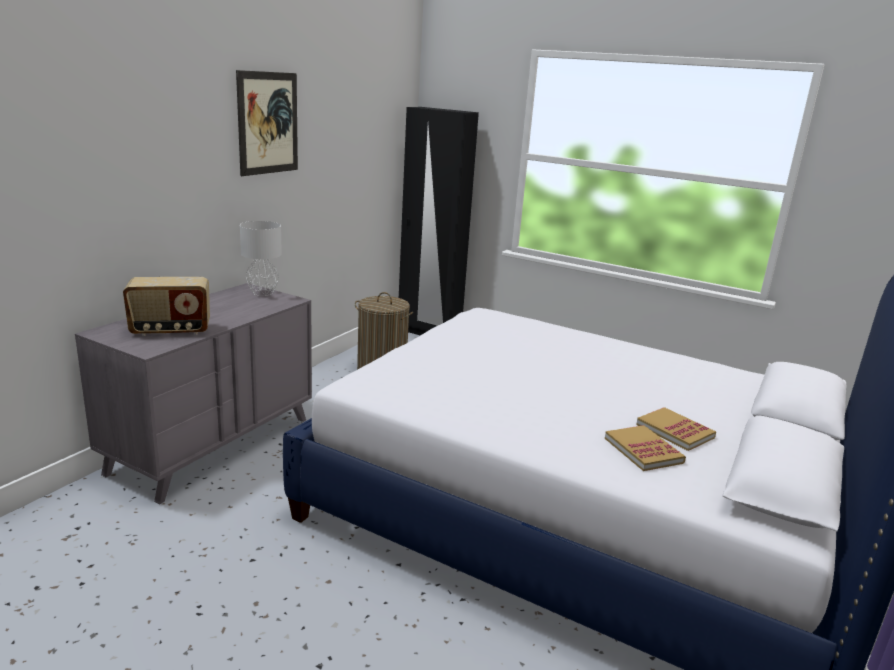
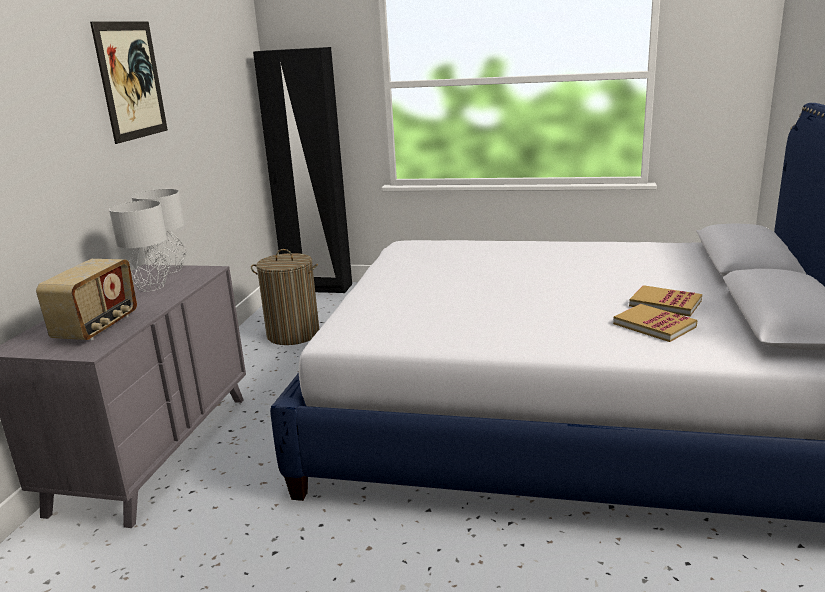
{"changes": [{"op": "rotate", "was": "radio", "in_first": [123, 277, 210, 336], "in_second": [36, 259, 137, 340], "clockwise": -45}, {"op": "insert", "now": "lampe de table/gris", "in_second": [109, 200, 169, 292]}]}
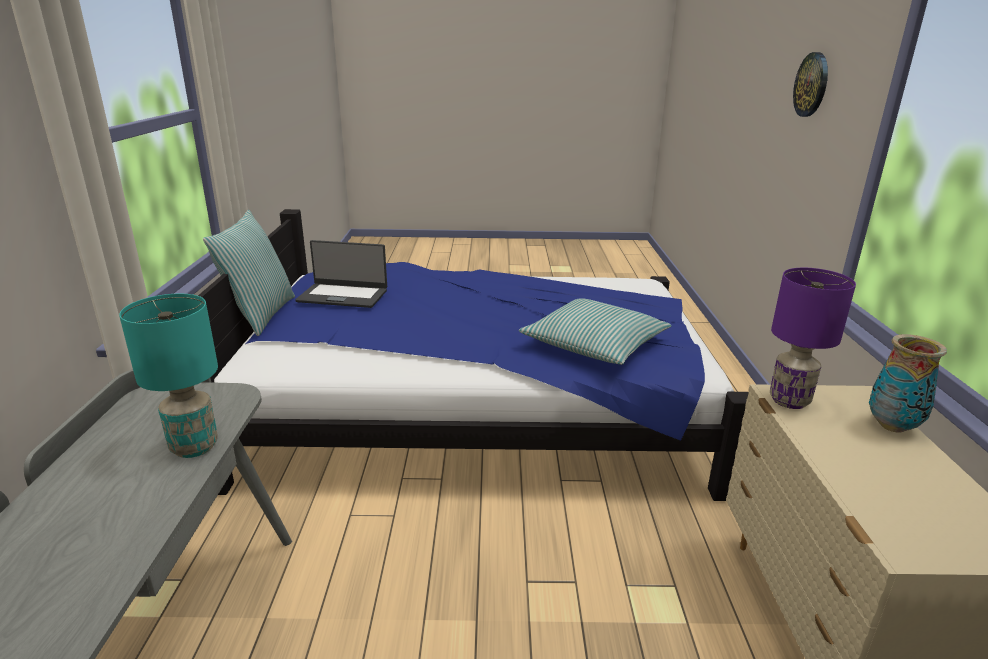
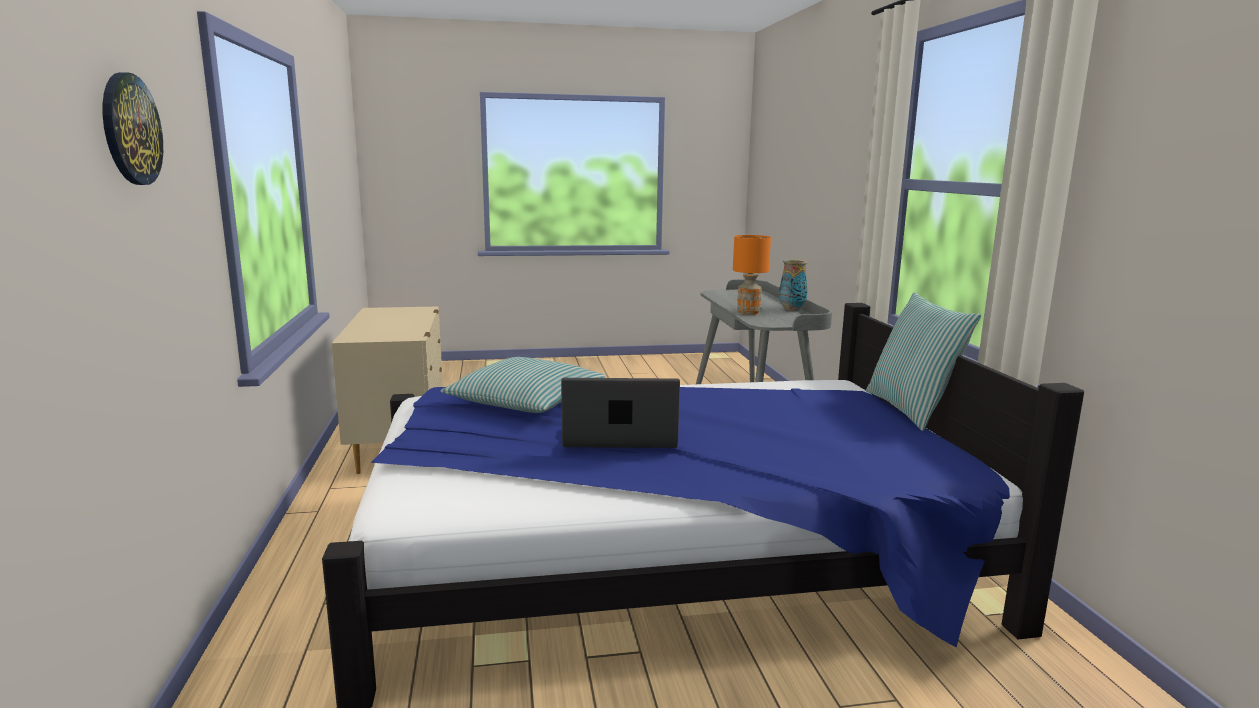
{"changes": [{"op": "move", "was": "ordinateur portable", "in_first": [295, 240, 387, 308], "in_second": [561, 378, 680, 448]}, {"op": "delete", "was": "lampe de table/violet", "in_first": [770, 268, 856, 409]}, {"op": "recolor", "was": "lampe de table/turquoise", "now": "lampe de table/orange", "in_first": [119, 294, 218, 458], "in_second": [733, 235, 771, 315]}, {"op": "move", "was": "vase", "in_first": [869, 334, 947, 432], "in_second": [779, 259, 808, 311]}]}
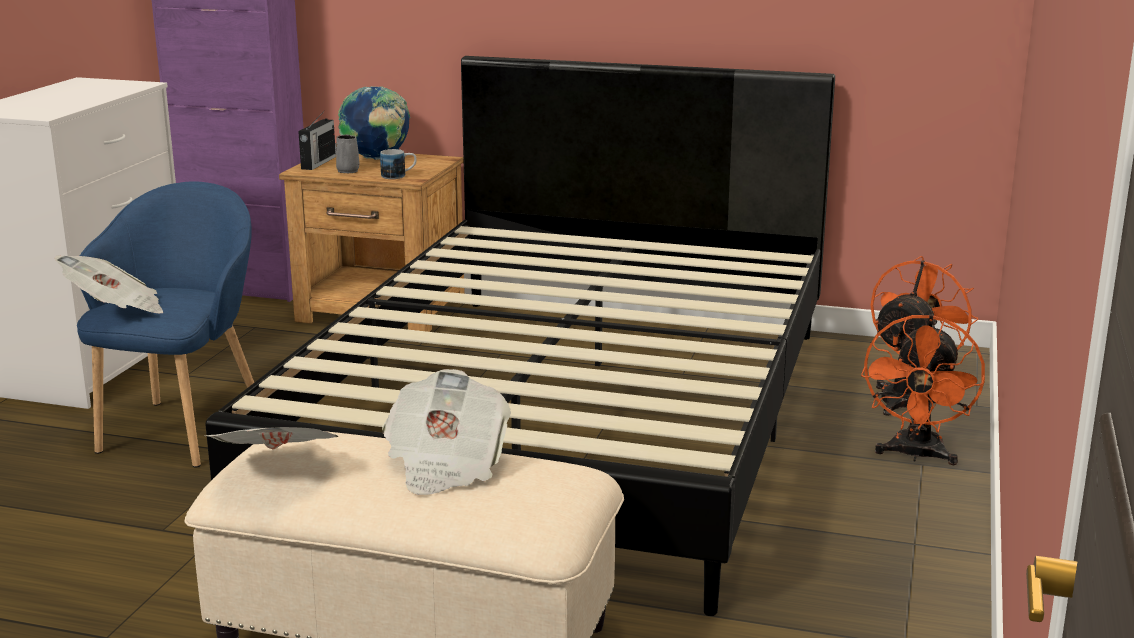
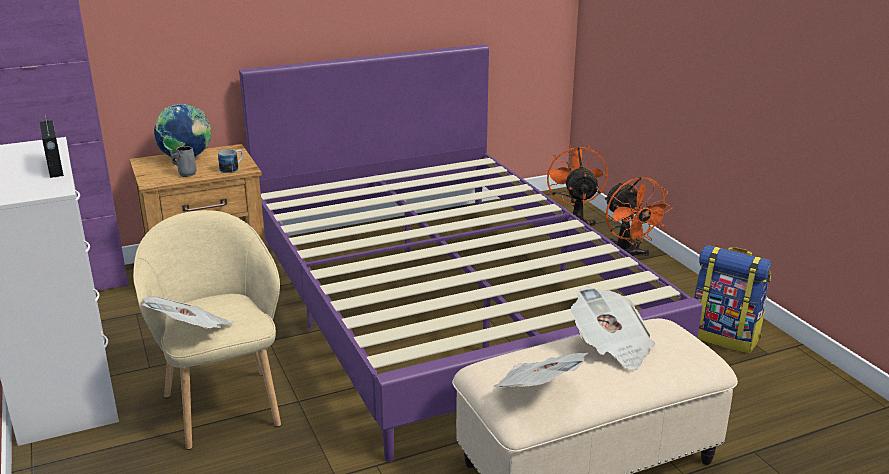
{"changes": [{"op": "recolor", "was": "lit/noir", "now": "lit/violet", "in_first": [205, 56, 835, 616], "in_second": [239, 44, 702, 462]}, {"op": "move", "was": "radio", "in_first": [298, 110, 336, 170], "in_second": [40, 115, 64, 178]}, {"op": "recolor", "was": "fauteuil/bleu", "now": "fauteuil/beige", "in_first": [77, 181, 254, 467], "in_second": [133, 210, 281, 450]}, {"op": "insert", "now": "sac à dos", "in_second": [694, 245, 771, 353]}]}
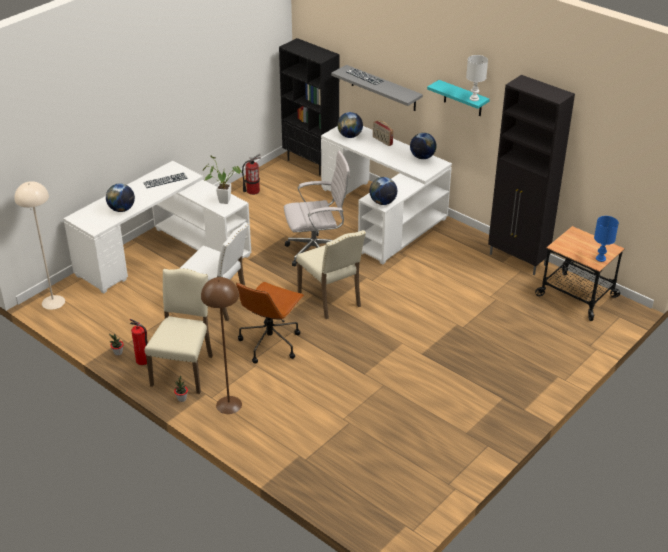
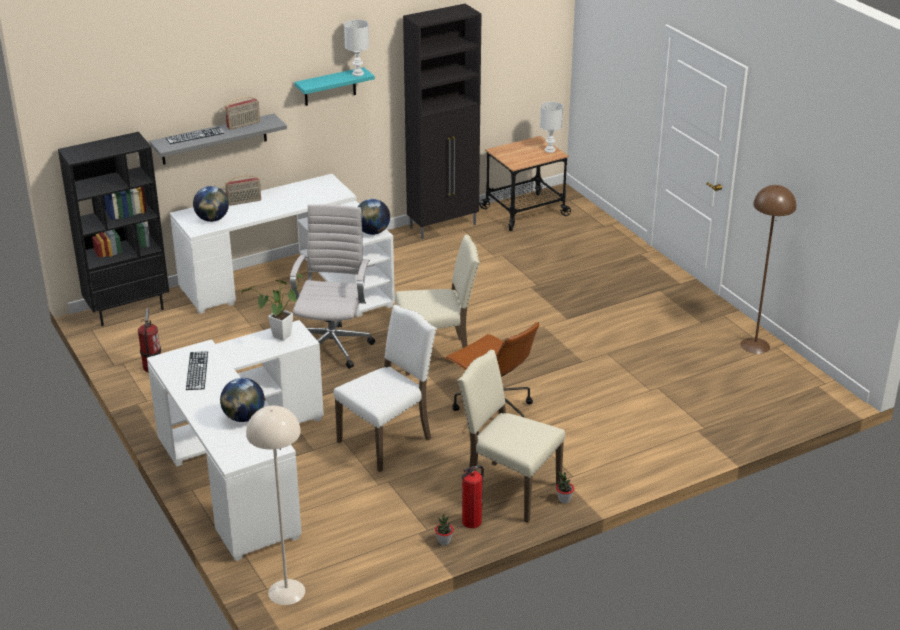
{"changes": [{"op": "delete", "was": "globe", "in_first": [410, 133, 437, 159]}, {"op": "recolor", "was": "lampe de table/bleu", "now": "lampe de table/blanc", "in_first": [594, 216, 619, 262], "in_second": [540, 101, 563, 153]}, {"op": "move", "was": "lampadaire/marron", "in_first": [201, 277, 242, 414], "in_second": [740, 185, 796, 354]}, {"op": "insert", "now": "radio", "in_second": [225, 97, 260, 130]}]}
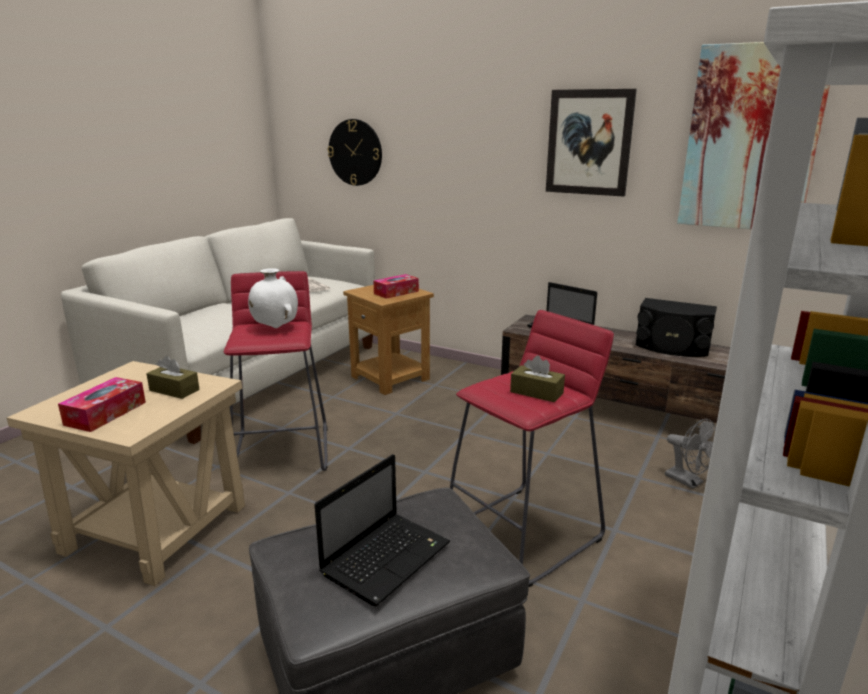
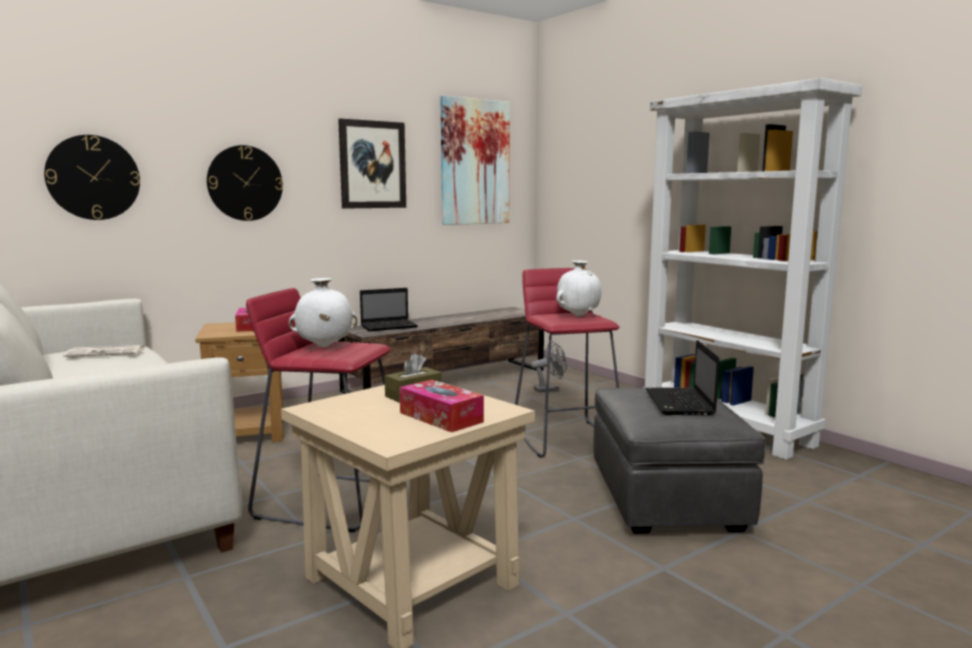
{"changes": [{"op": "delete", "was": "enceinte/noir", "in_first": [636, 298, 717, 357]}, {"op": "replace", "was": "boîte à mouchoirs/marron", "now": "vase/blanc", "in_first": [510, 355, 565, 402], "in_second": [556, 260, 602, 316]}, {"op": "rotate", "was": "ordinateur portable", "in_first": [314, 454, 450, 606], "in_second": [646, 340, 719, 415], "clockwise": -150}, {"op": "insert", "now": "horloge murale", "in_second": [207, 145, 283, 221]}]}
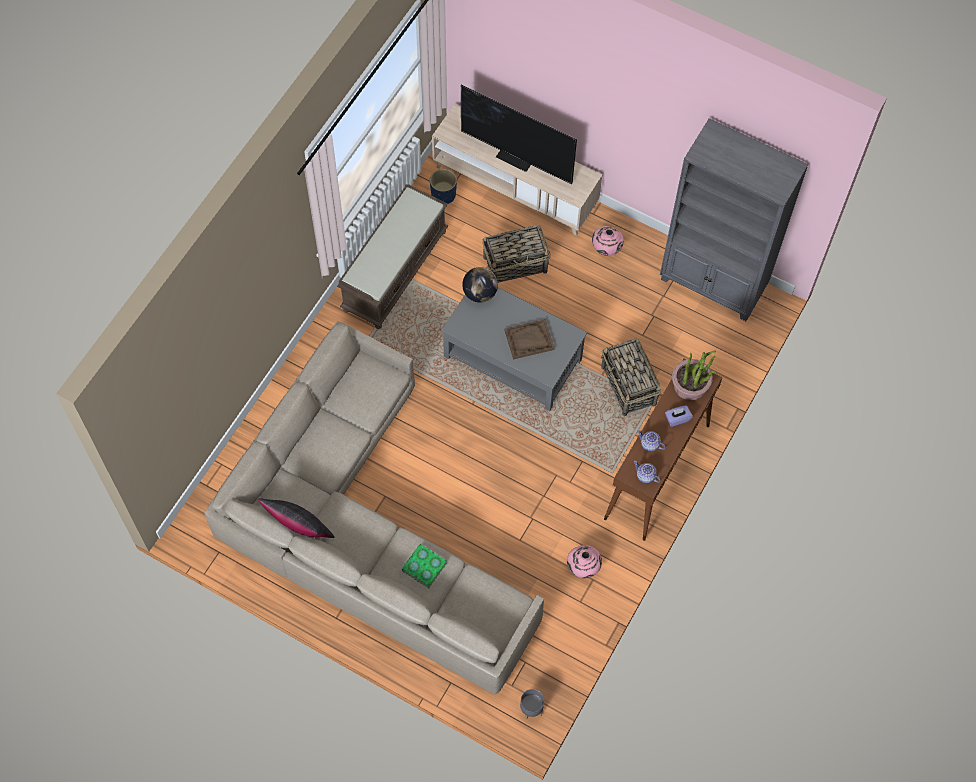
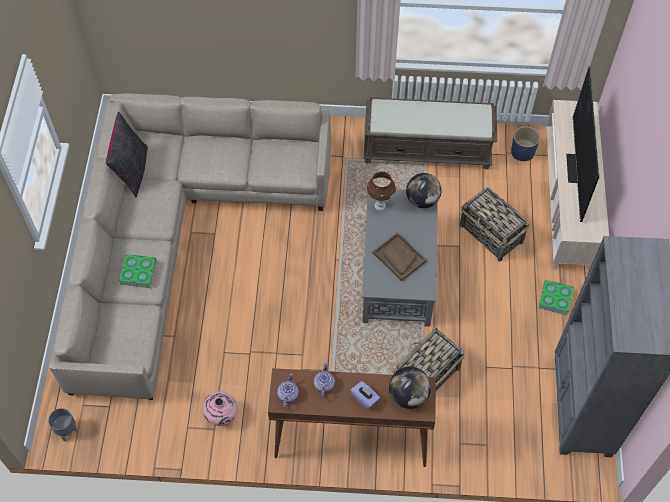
{"changes": [{"op": "replace", "was": "vase/rose", "now": "livre", "in_first": [592, 226, 624, 256], "in_second": [539, 280, 574, 315]}, {"op": "replace", "was": "plante en pot", "now": "globe", "in_first": [672, 351, 717, 400], "in_second": [389, 367, 431, 409]}, {"op": "insert", "now": "lampe de table/marron", "in_second": [367, 171, 396, 210]}]}
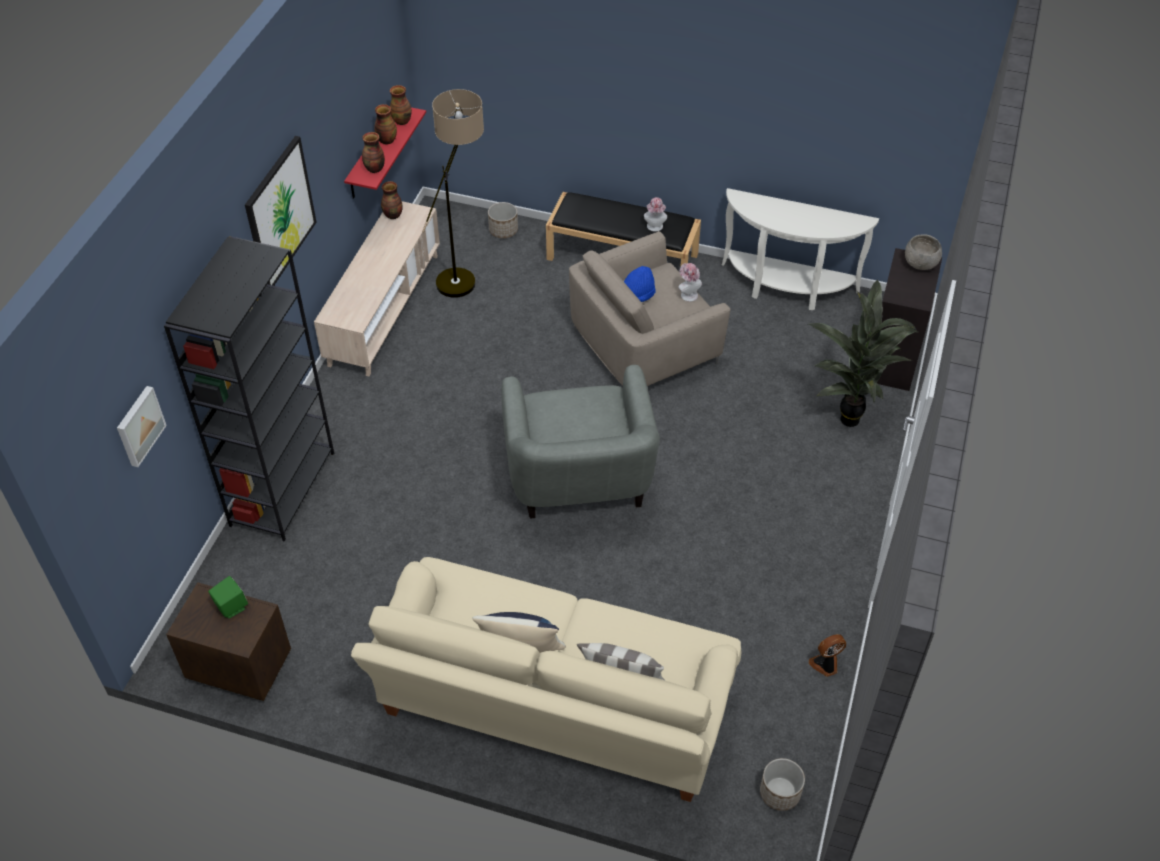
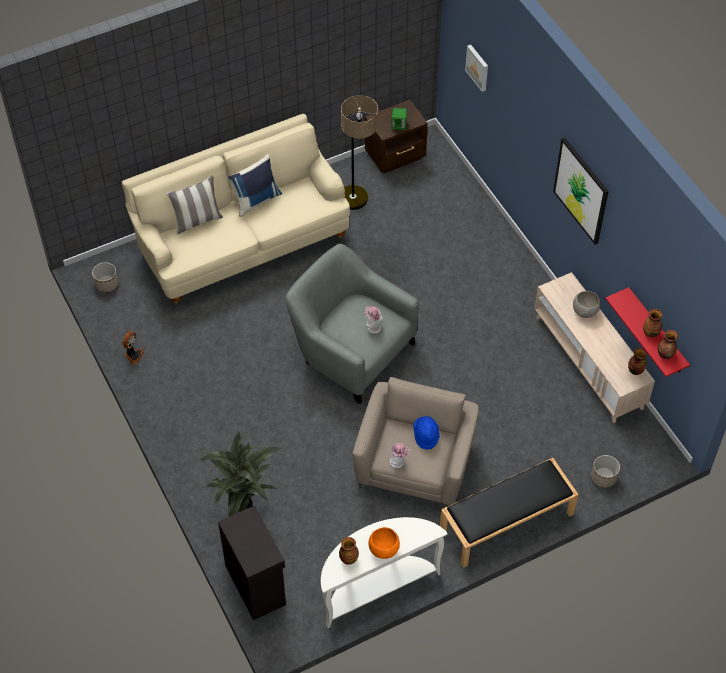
{"changes": [{"op": "move", "was": "lampadaire", "in_first": [422, 89, 484, 298], "in_second": [341, 95, 378, 210]}, {"op": "move", "was": "vase", "in_first": [362, 132, 385, 173], "in_second": [339, 537, 359, 565]}, {"op": "move", "was": "chapeau", "in_first": [644, 197, 667, 232], "in_second": [365, 306, 383, 334]}, {"op": "move", "was": "bol/gris", "in_first": [905, 234, 942, 270], "in_second": [573, 291, 600, 318]}, {"op": "delete", "was": "bibliothèque/noir", "in_first": [164, 236, 334, 541]}, {"op": "insert", "now": "bol/orange", "in_second": [369, 527, 400, 559]}]}
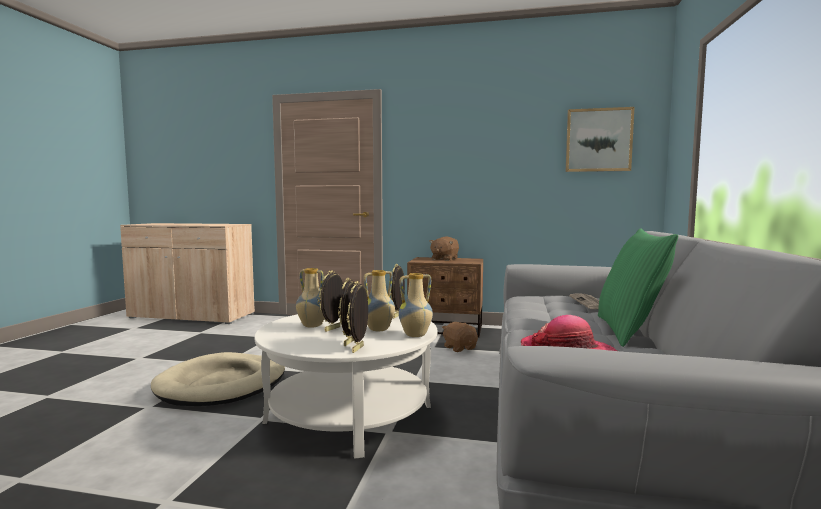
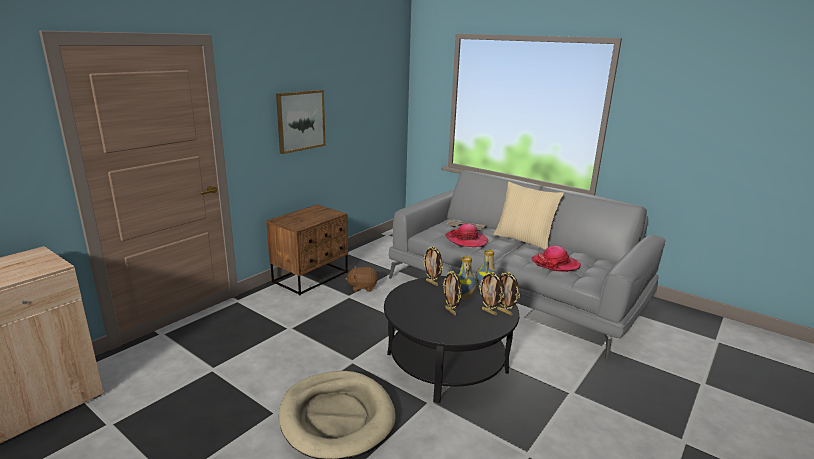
{"changes": [{"op": "move", "was": "tableau", "in_first": [566, 107, 634, 172], "in_second": [276, 90, 326, 154]}, {"op": "recolor", "was": "coussin/vert", "now": "coussin/beige", "in_first": [598, 228, 678, 347], "in_second": [493, 181, 564, 250]}, {"op": "delete", "was": "peluche/marron", "in_first": [430, 237, 459, 261]}, {"op": "delete", "was": "vase", "in_first": [296, 268, 324, 328]}, {"op": "recolor", "was": "table basse/blanc", "now": "table basse/noir", "in_first": [254, 311, 438, 459], "in_second": [384, 276, 519, 403]}, {"op": "insert", "now": "chapeau", "in_second": [446, 223, 488, 247]}]}
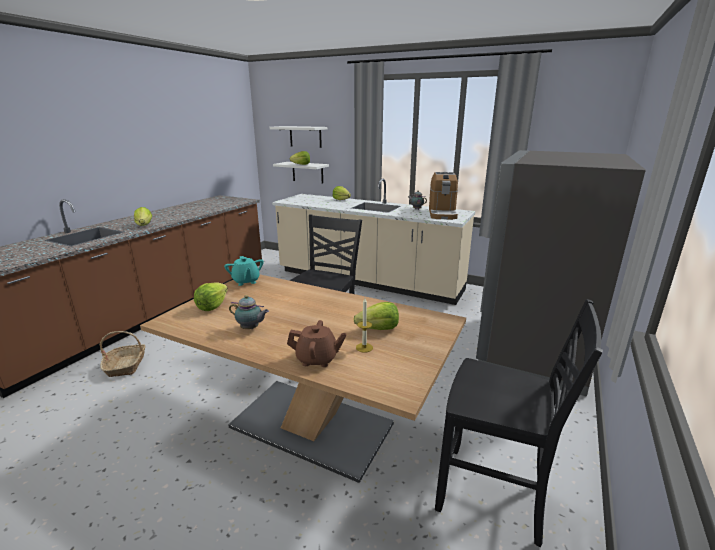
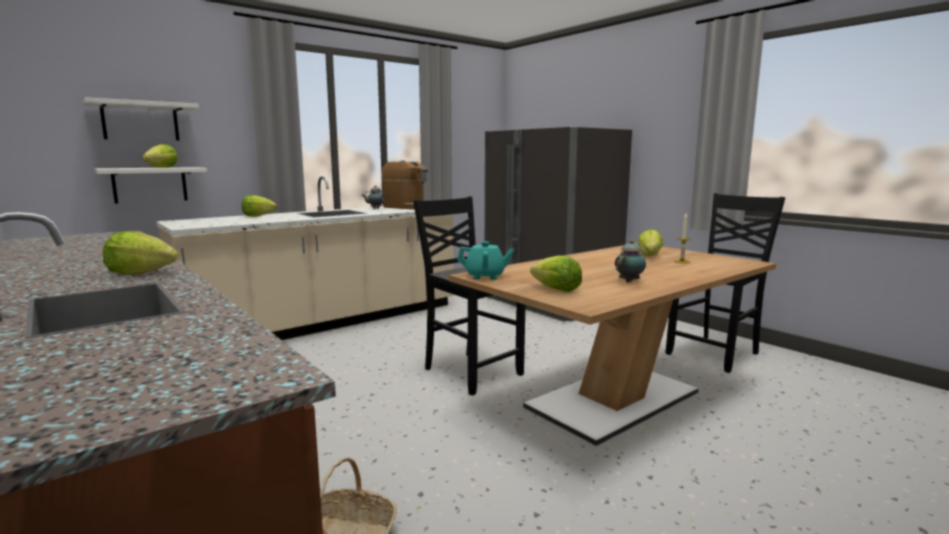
{"changes": [{"op": "delete", "was": "théière/marron", "in_first": [287, 320, 346, 367]}]}
